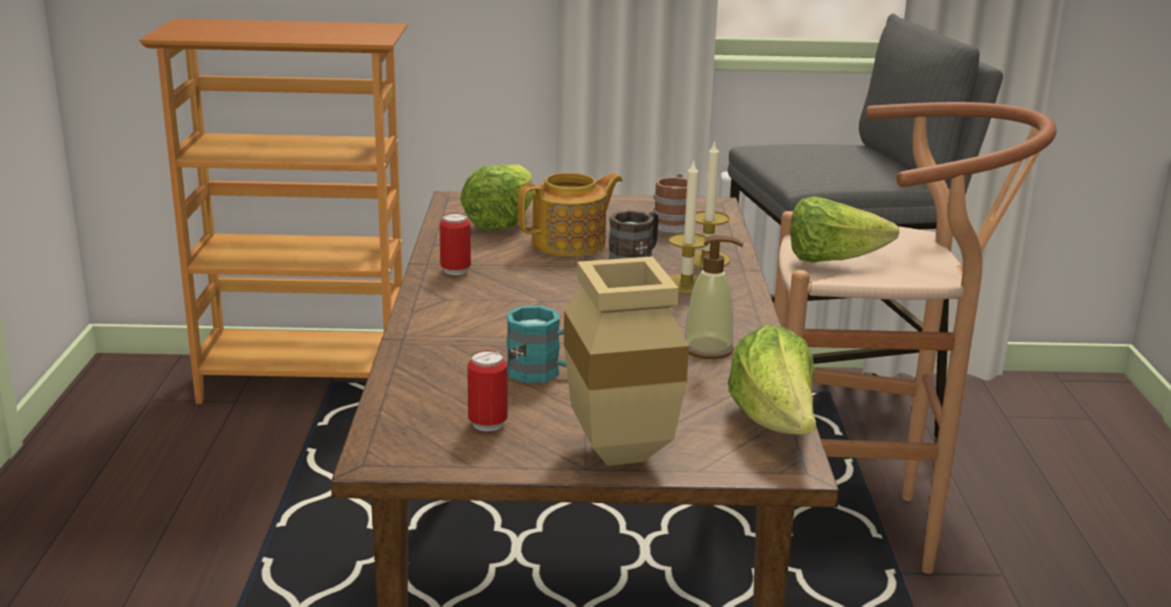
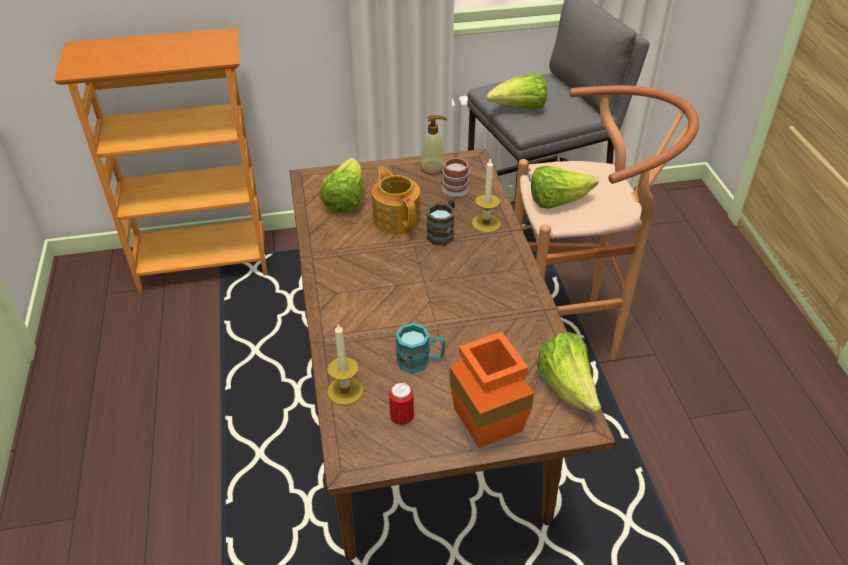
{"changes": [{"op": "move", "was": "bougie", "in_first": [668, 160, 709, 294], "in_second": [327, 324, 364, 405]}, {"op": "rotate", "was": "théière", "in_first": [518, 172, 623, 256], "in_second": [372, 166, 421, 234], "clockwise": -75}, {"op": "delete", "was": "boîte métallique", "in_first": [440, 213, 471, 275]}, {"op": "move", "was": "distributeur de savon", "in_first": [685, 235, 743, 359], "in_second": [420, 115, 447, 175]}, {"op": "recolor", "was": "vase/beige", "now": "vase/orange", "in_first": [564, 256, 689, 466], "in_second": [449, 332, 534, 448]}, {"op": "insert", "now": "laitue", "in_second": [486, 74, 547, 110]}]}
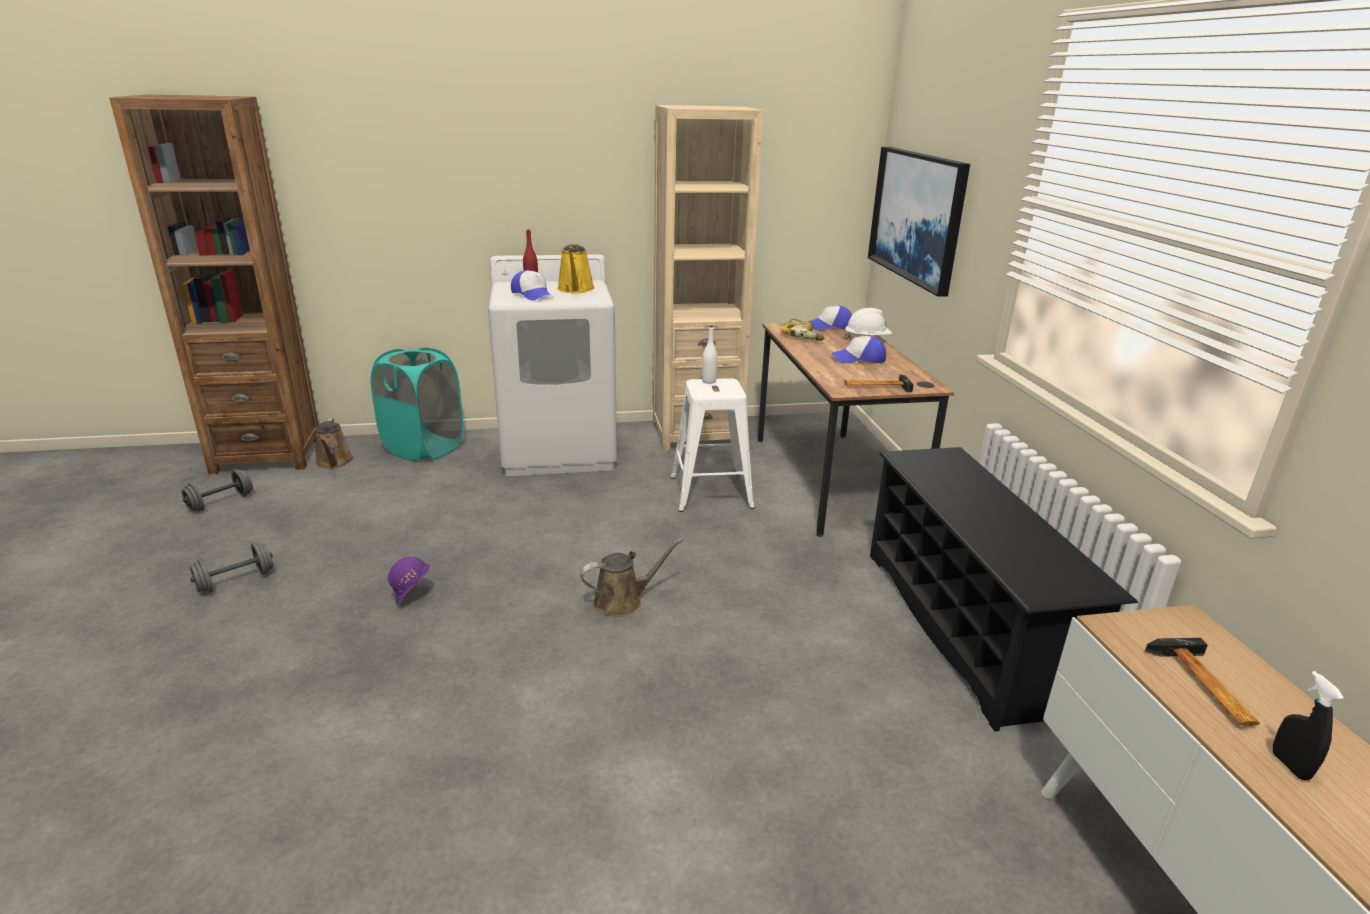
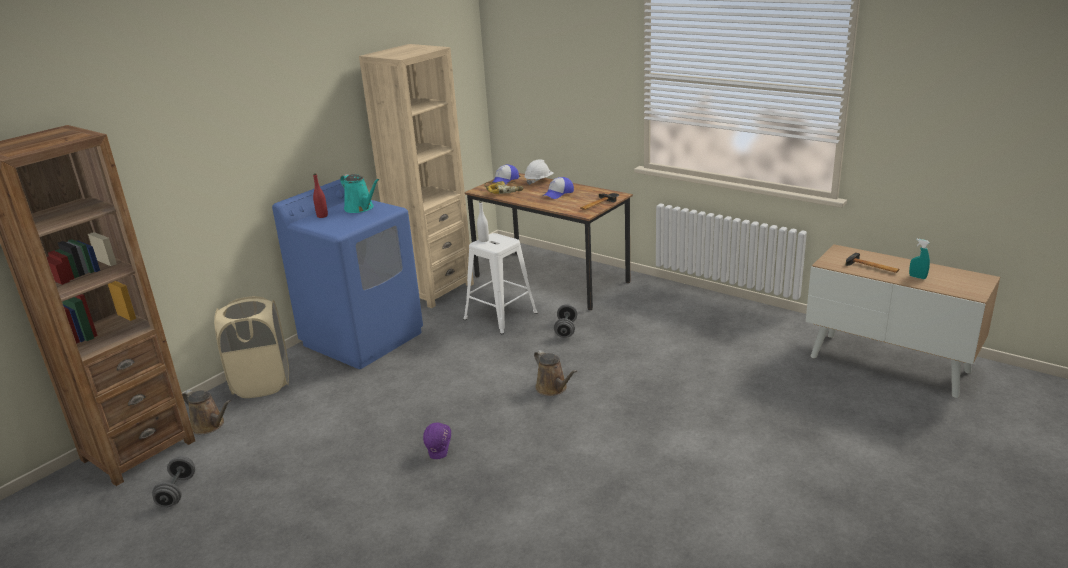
{"changes": [{"op": "delete", "was": "tableau", "in_first": [868, 147, 970, 297]}, {"op": "recolor", "was": "arrosoir/jaune", "now": "arrosoir/turquoise", "in_first": [557, 244, 595, 293], "in_second": [340, 174, 379, 213]}, {"op": "recolor", "was": "lave-linge/blanc", "now": "lave-linge/bleu", "in_first": [488, 254, 617, 476], "in_second": [272, 179, 423, 369]}, {"op": "delete", "was": "casquette", "in_first": [511, 270, 553, 301]}, {"op": "recolor", "was": "panier à linge/turquoise", "now": "panier à linge/beige", "in_first": [371, 347, 463, 461], "in_second": [214, 296, 289, 398]}, {"op": "delete", "was": "étagère à chaussures/noir", "in_first": [870, 447, 1138, 732]}, {"op": "rotate", "was": "arrosoir/marron", "in_first": [580, 538, 683, 616], "in_second": [534, 350, 577, 396], "clockwise": 120}, {"op": "move", "was": "haltère/gris", "in_first": [190, 542, 273, 593], "in_second": [554, 304, 577, 338]}, {"op": "recolor", "was": "vaporisateur/noir", "now": "vaporisateur/turquoise", "in_first": [1273, 671, 1344, 780], "in_second": [909, 239, 930, 279]}]}
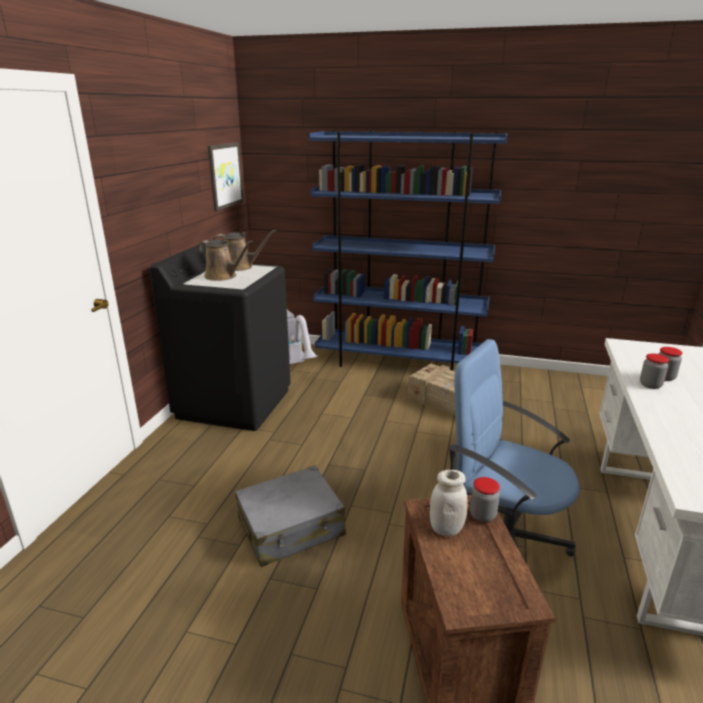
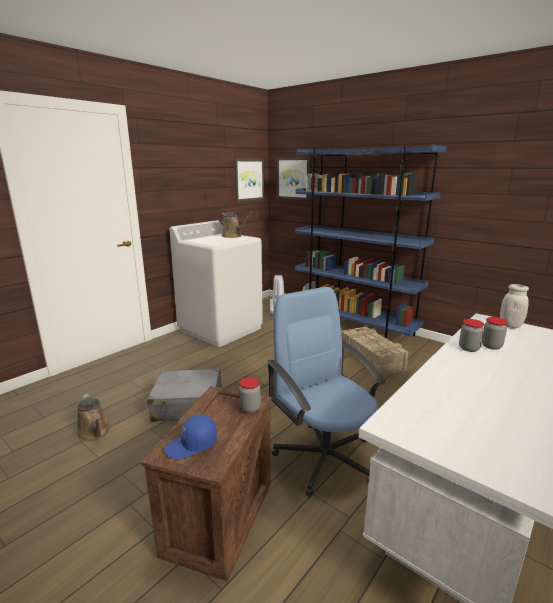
{"changes": [{"op": "move", "was": "arrosoir/marron", "in_first": [198, 240, 253, 281], "in_second": [77, 394, 111, 441]}, {"op": "recolor", "was": "lave-linge/noir", "now": "lave-linge/blanc", "in_first": [150, 243, 291, 431], "in_second": [169, 220, 263, 347]}, {"op": "move", "was": "bocal/blanc", "in_first": [430, 470, 468, 536], "in_second": [500, 284, 529, 328]}, {"op": "insert", "now": "tableau", "in_second": [277, 157, 310, 200]}, {"op": "insert", "now": "casquette/bleu", "in_second": [164, 415, 217, 459]}]}
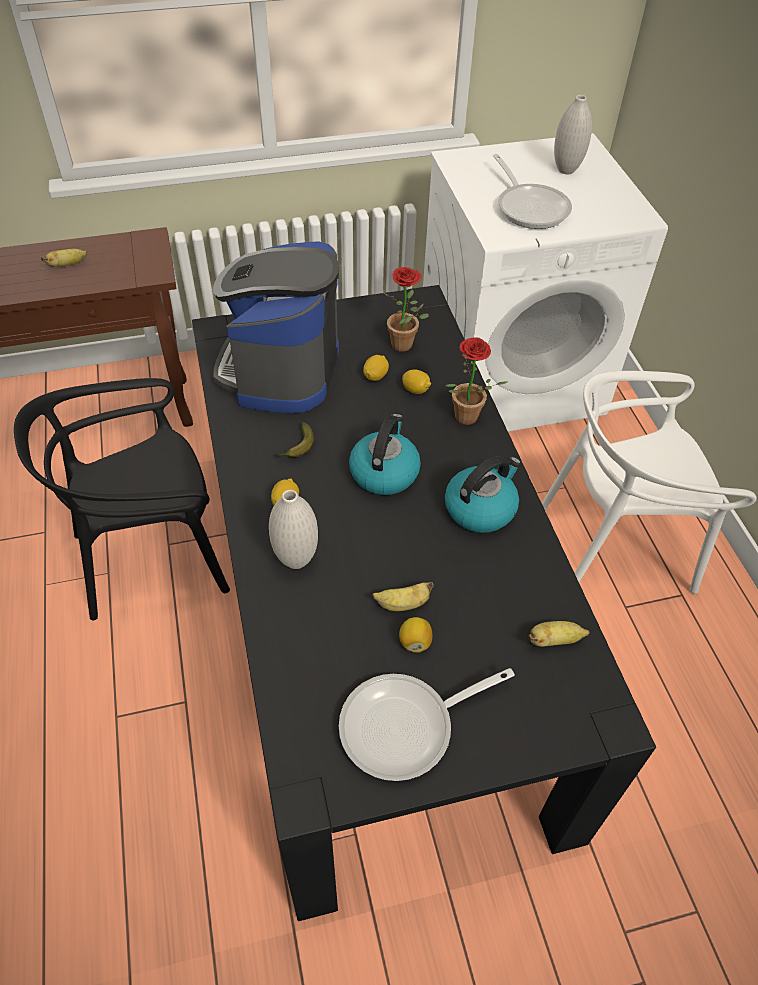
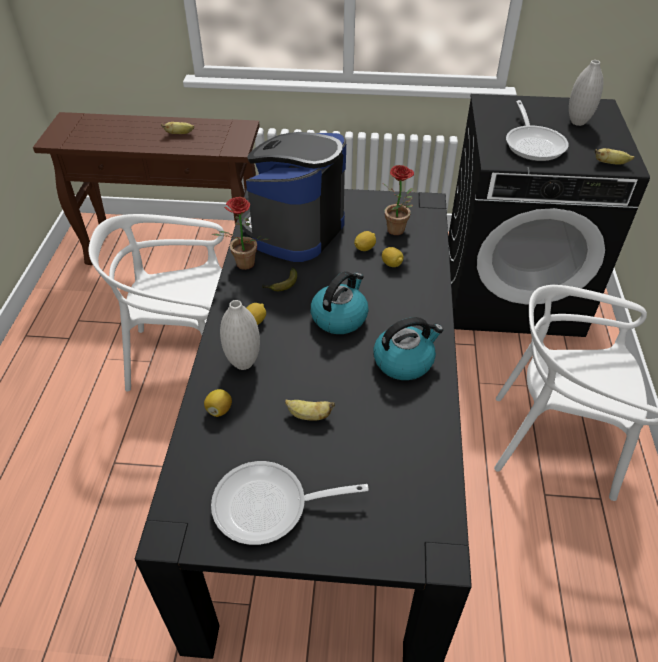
{"changes": [{"op": "recolor", "was": "lave-linge/blanc", "now": "lave-linge/noir", "in_first": [423, 133, 668, 432], "in_second": [448, 94, 650, 337]}, {"op": "move", "was": "plante en pot", "in_first": [446, 337, 507, 425], "in_second": [212, 197, 268, 270]}, {"op": "recolor", "was": "chaise/noir", "now": "chaise/blanc", "in_first": [14, 378, 230, 620], "in_second": [88, 214, 224, 392]}, {"op": "move", "was": "citron", "in_first": [399, 617, 432, 653], "in_second": [204, 389, 232, 417]}, {"op": "move", "was": "banane", "in_first": [528, 621, 590, 647], "in_second": [595, 148, 634, 165]}]}
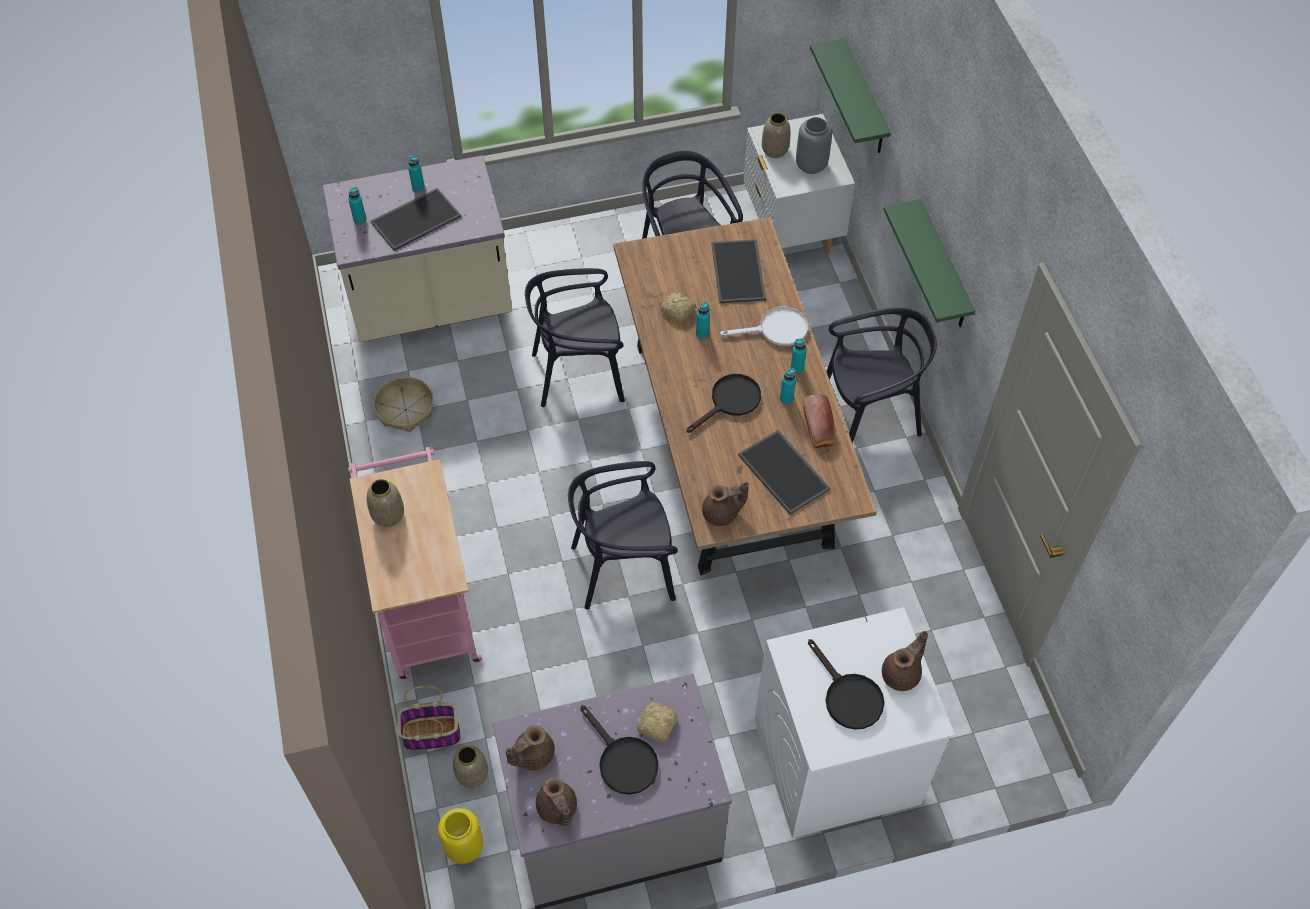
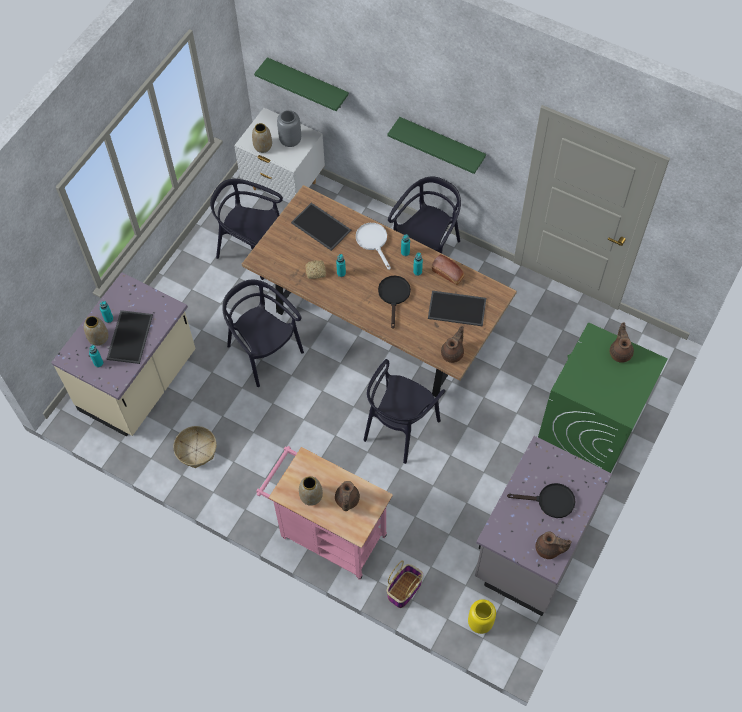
{"changes": [{"op": "rotate", "was": "chaise/noir", "in_first": [525, 268, 625, 407], "in_second": [222, 280, 304, 387], "clockwise": 105}, {"op": "rotate", "was": "poêle/blanc", "in_first": [720, 307, 808, 346], "in_second": [356, 223, 391, 270], "clockwise": -60}, {"op": "recolor", "was": "lave-linge/blanc", "now": "lave-linge/vert", "in_first": [755, 607, 955, 838], "in_second": [538, 323, 668, 473]}, {"op": "delete", "was": "poêle/noir", "in_first": [808, 639, 885, 730]}, {"op": "delete", "was": "pain", "in_first": [637, 702, 678, 743]}, {"op": "move", "was": "théière/marron", "in_first": [506, 726, 555, 771], "in_second": [335, 481, 360, 511]}, {"op": "move", "was": "vase", "in_first": [453, 745, 488, 788], "in_second": [84, 316, 109, 346]}]}
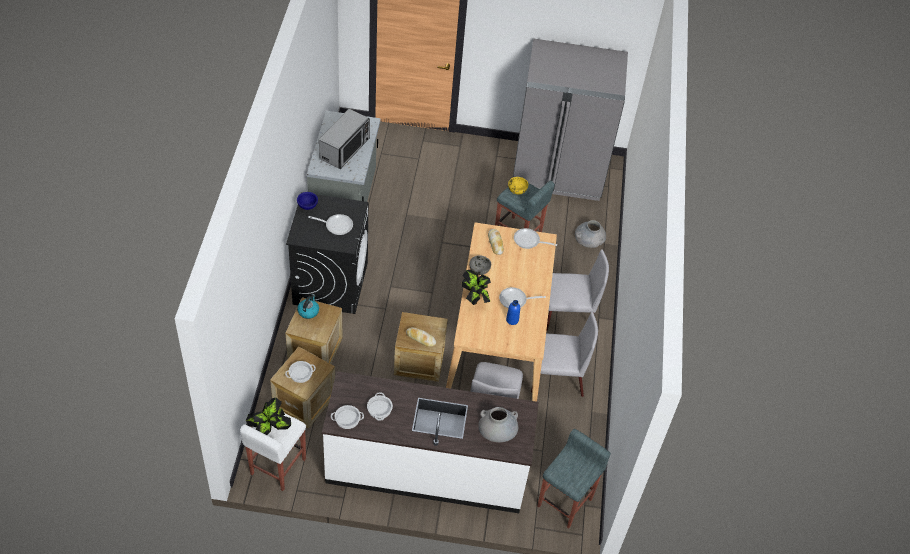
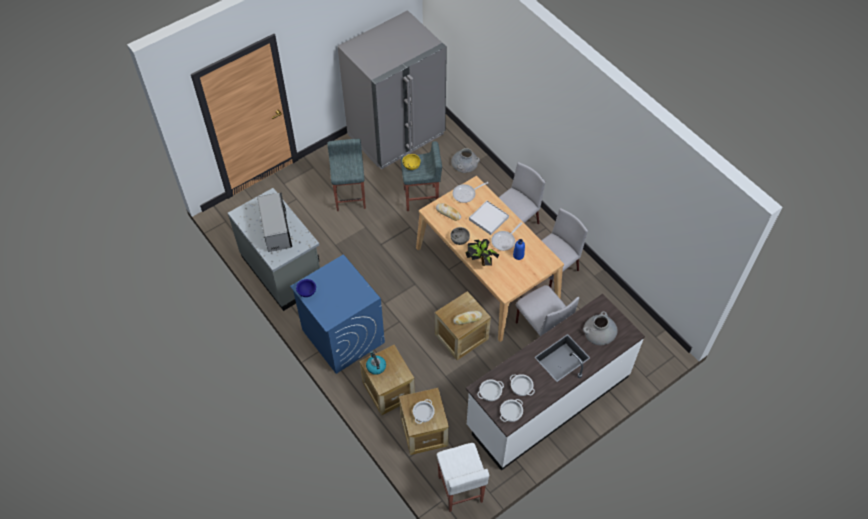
{"changes": [{"op": "recolor", "was": "lave-linge/noir", "now": "lave-linge/bleu", "in_first": [286, 192, 368, 314], "in_second": [290, 254, 385, 374]}, {"op": "delete", "was": "poêle", "in_first": [308, 214, 353, 235]}, {"op": "delete", "was": "plante en pot", "in_first": [246, 398, 291, 435]}, {"op": "move", "was": "tabouret/gris", "in_first": [537, 429, 611, 529], "in_second": [327, 139, 366, 211]}, {"op": "insert", "now": "plateau/blanc", "in_second": [469, 201, 509, 235]}, {"op": "insert", "now": "marmite", "in_second": [477, 380, 504, 401]}]}
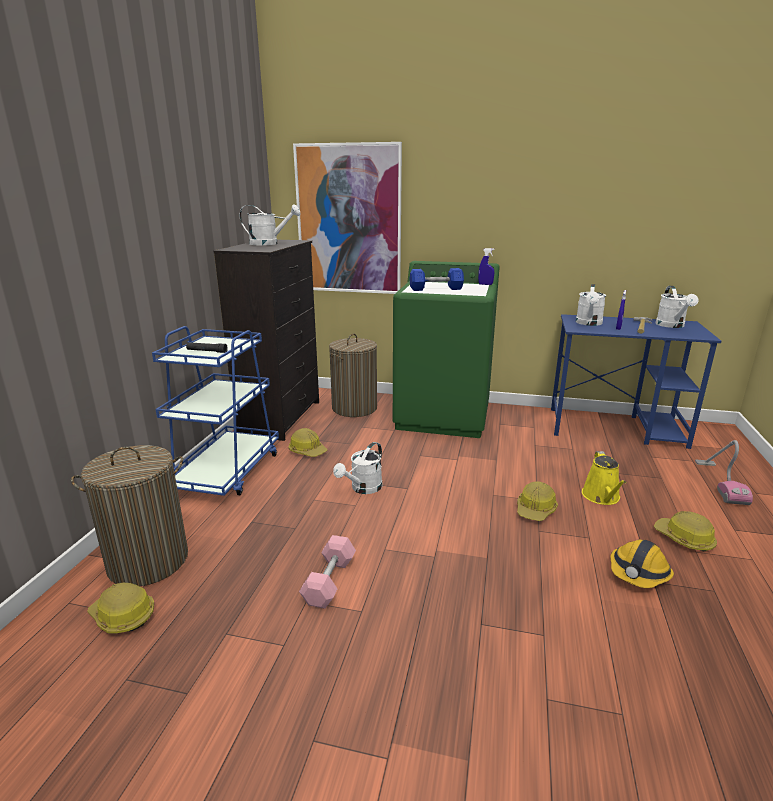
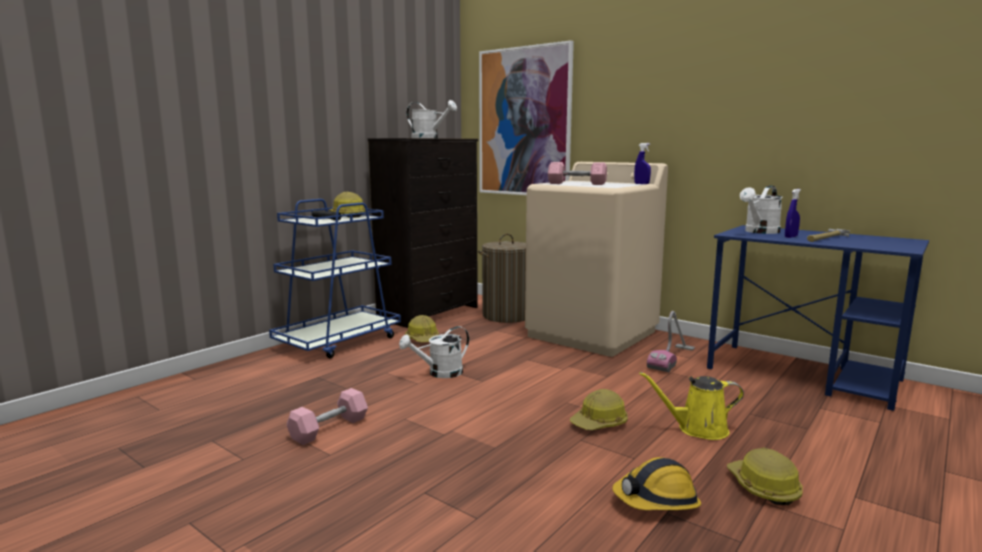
{"changes": [{"op": "recolor", "was": "lave-linge/vert", "now": "lave-linge/beige", "in_first": [393, 261, 500, 438], "in_second": [525, 162, 668, 357]}, {"op": "recolor", "was": "haltère/bleu", "now": "haltère/rose", "in_first": [409, 268, 464, 291], "in_second": [548, 162, 607, 185]}, {"op": "delete", "was": "arrosoir/blanc", "in_first": [655, 286, 699, 328]}, {"op": "move", "was": "aspirateur", "in_first": [695, 440, 753, 505], "in_second": [647, 311, 695, 373]}, {"op": "delete", "was": "panier à linge", "in_first": [71, 445, 188, 586]}, {"op": "rotate", "was": "arrosoir/jaune", "in_first": [582, 451, 626, 505], "in_second": [639, 372, 744, 440], "clockwise": 60}, {"op": "move", "was": "casque de chantier", "in_first": [87, 583, 154, 634], "in_second": [330, 192, 366, 218]}]}
